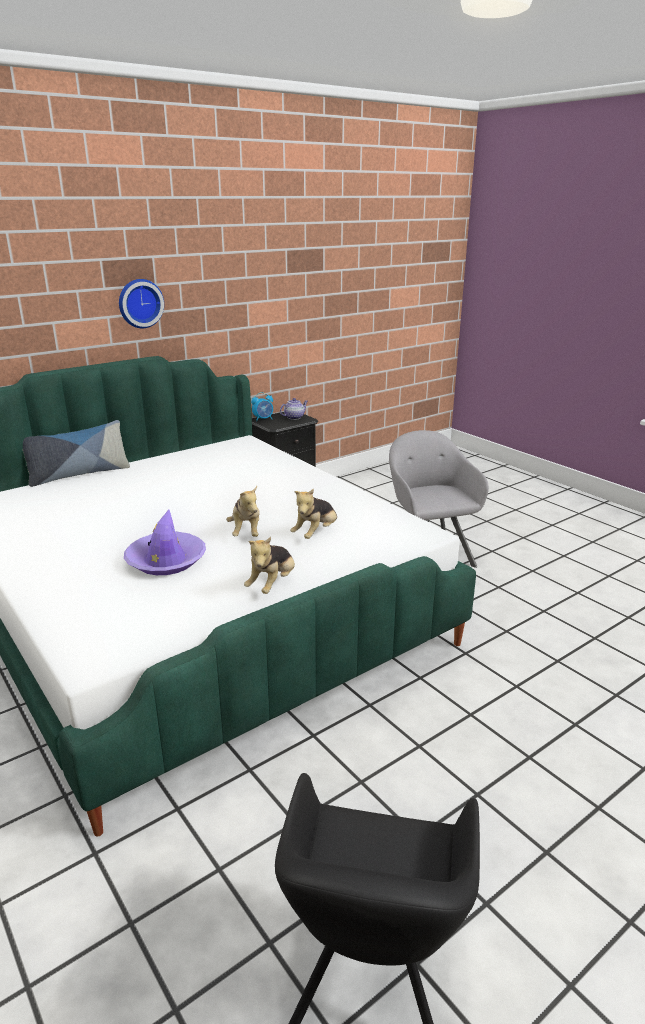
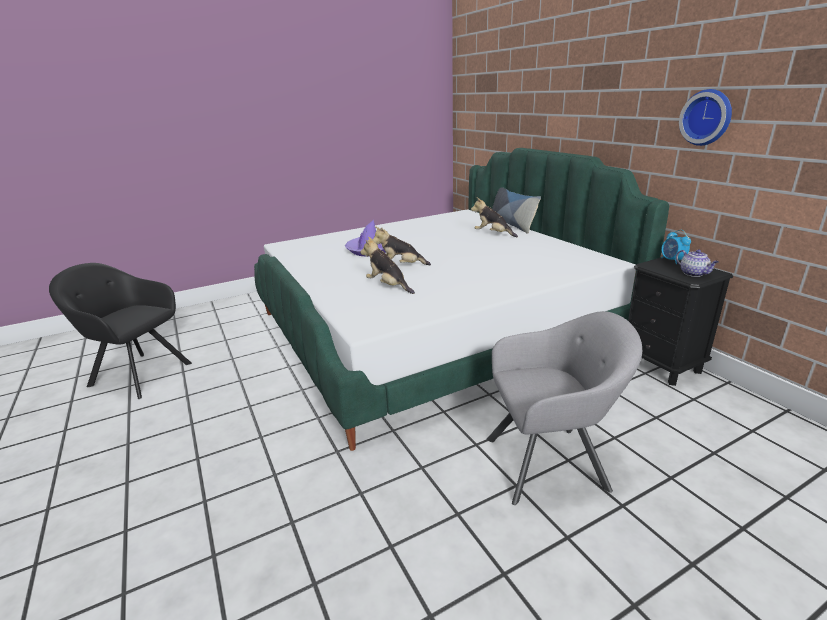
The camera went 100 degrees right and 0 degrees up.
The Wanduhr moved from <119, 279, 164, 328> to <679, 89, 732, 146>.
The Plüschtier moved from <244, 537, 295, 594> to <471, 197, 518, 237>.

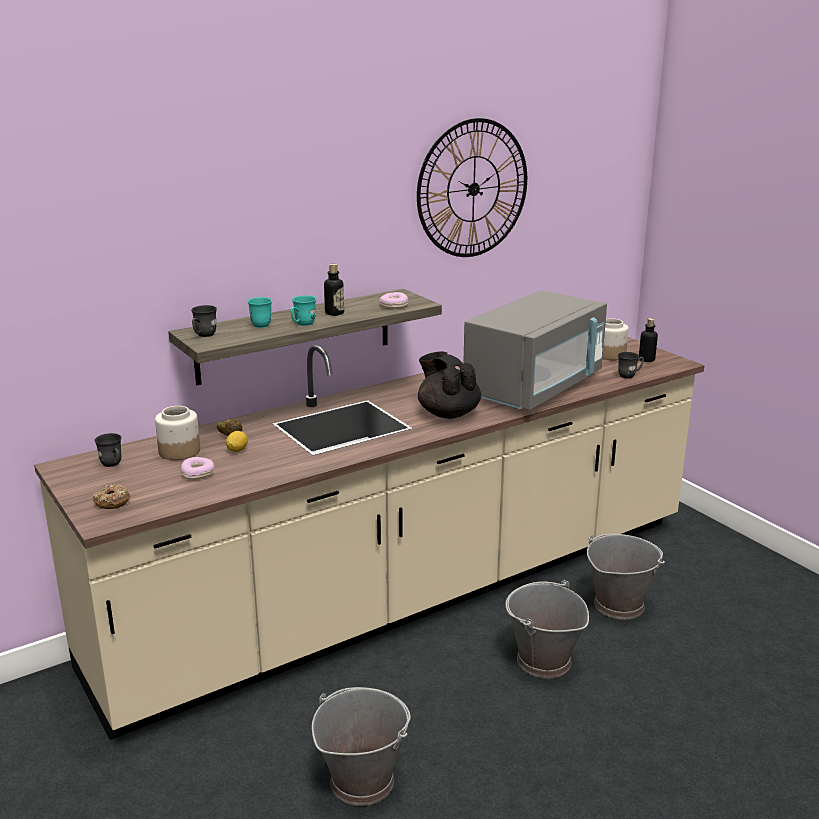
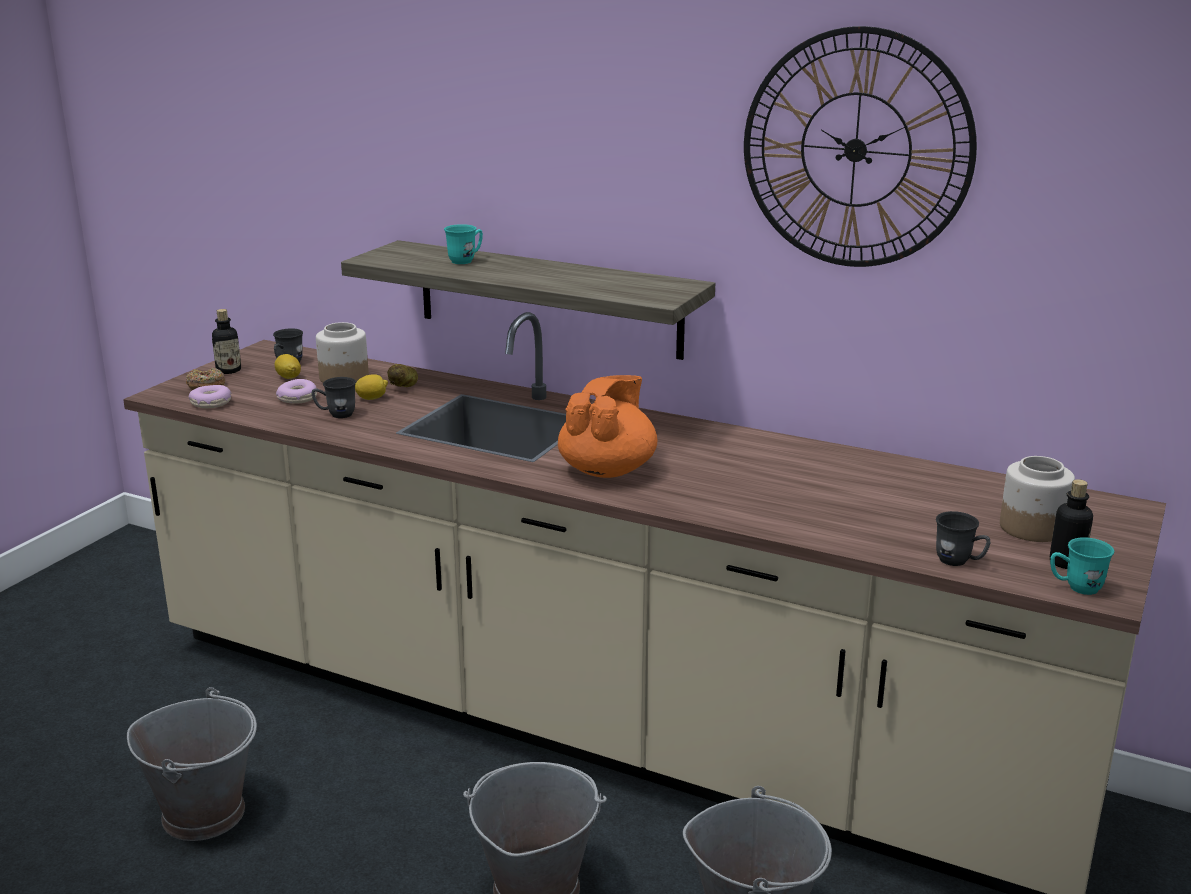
The camera went 60 degrees right and 0 degrees up.
The Flasche moved from <324, 264, 344, 316> to <212, 309, 241, 374>.
The Mikrowelle [grau] at <463, 290, 607, 410> disappeared.
The Donut moved from <379, 292, 408, 309> to <189, 385, 232, 408>.
The Henkelbecher [türkis] moved from <290, 295, 317, 326> to <1050, 537, 1114, 595>.
The Henkelbecher [grau] moved from <191, 305, 217, 337> to <311, 377, 356, 418>.
The Teekanne [schwarz] at <418, 351, 481, 419> became the Teekanne [orange] at <558, 375, 657, 478>.
The Zitrone at <275, 354, 301, 379> appeared.

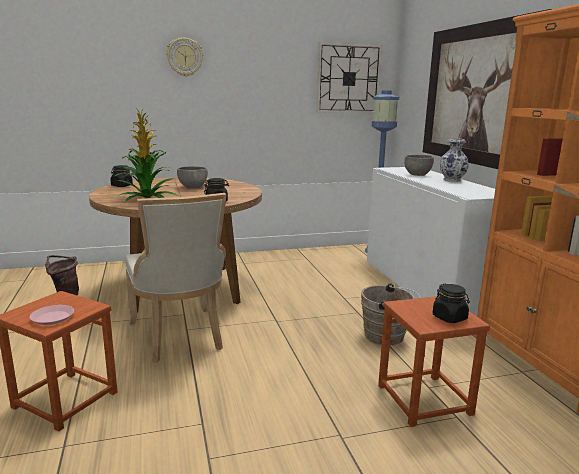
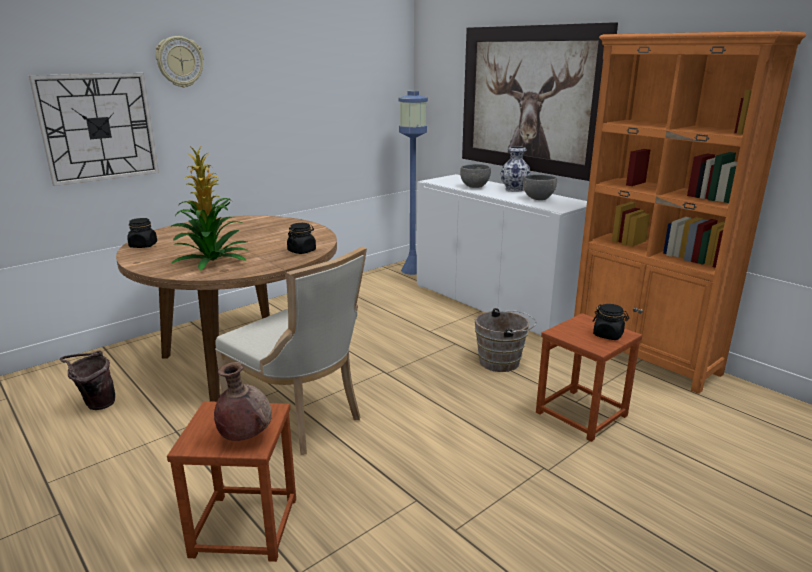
The camera went 25 degrees left and 5 degrees up.
The Wanduhr moved from <316, 42, 382, 113> to <29, 73, 159, 186>.
The Schüssel [grau] moved from <177, 166, 208, 189> to <523, 174, 557, 200>.
The Teller [rosa] at <30, 305, 74, 325> was replaced by the Vase [braun] at <214, 362, 272, 441>.

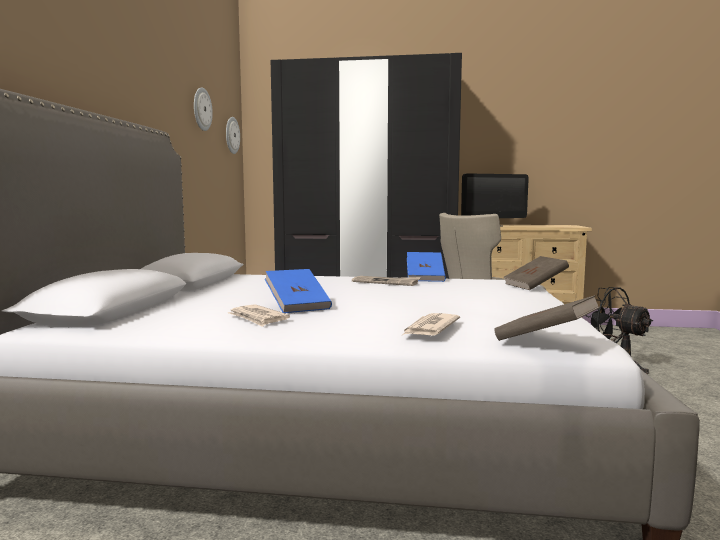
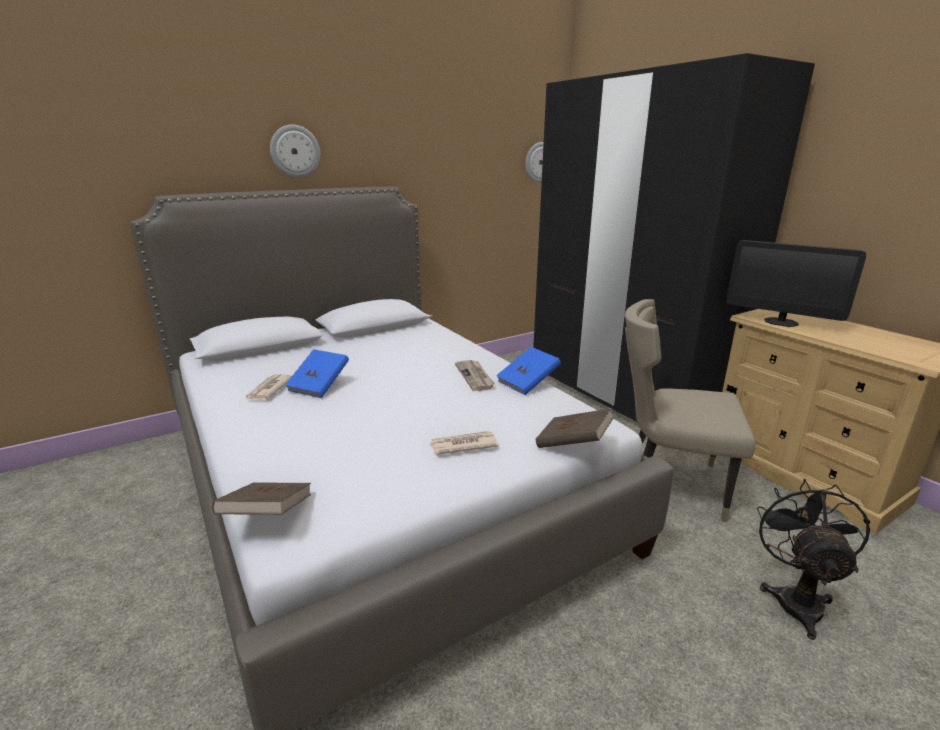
The camera went 50 degrees right and 15 degrees up.
The Wanduhr moved from <194, 87, 213, 131> to <270, 124, 320, 178>.
The Zeitung moved from <403, 313, 460, 336> to <430, 431, 499, 455>.

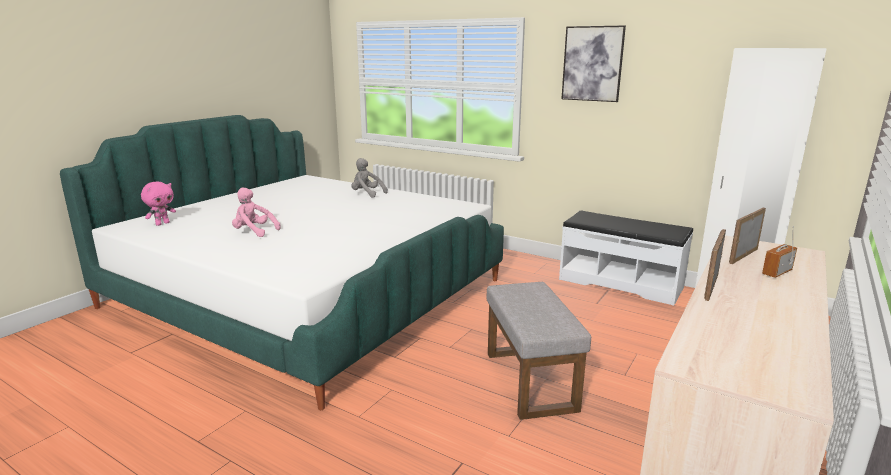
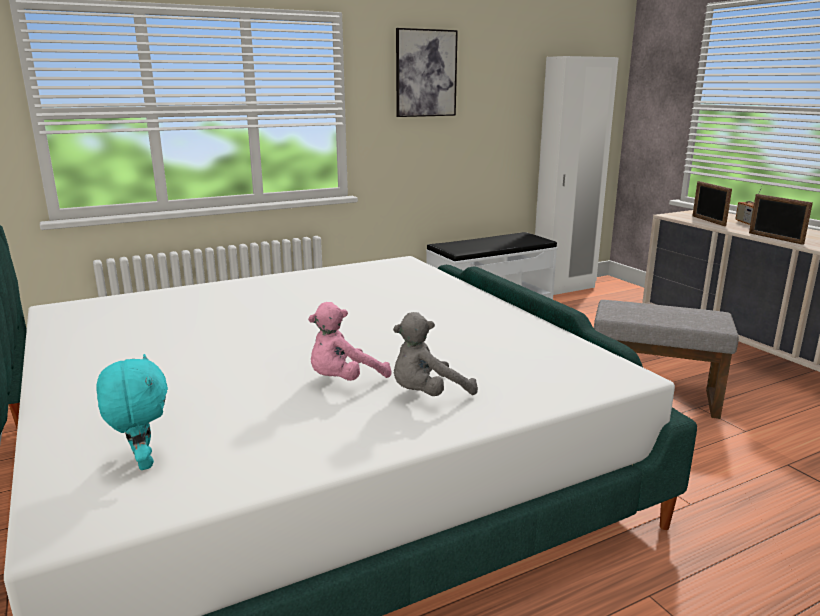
The camera went 60 degrees left and 0 degrees up.
The Plüschtier [grau] moved from <351, 158, 388, 198> to <393, 312, 478, 396>.
The Plüschtier [rosa] at <141, 181, 176, 226> became the Plüschtier [türkis] at <96, 354, 168, 470>.

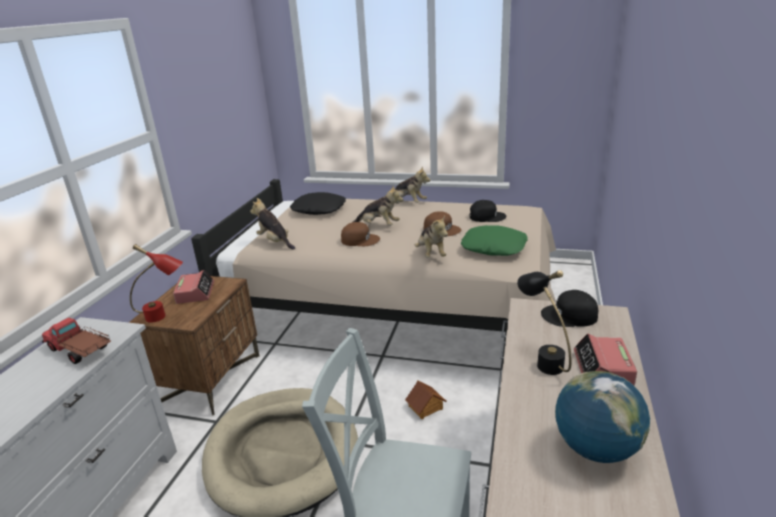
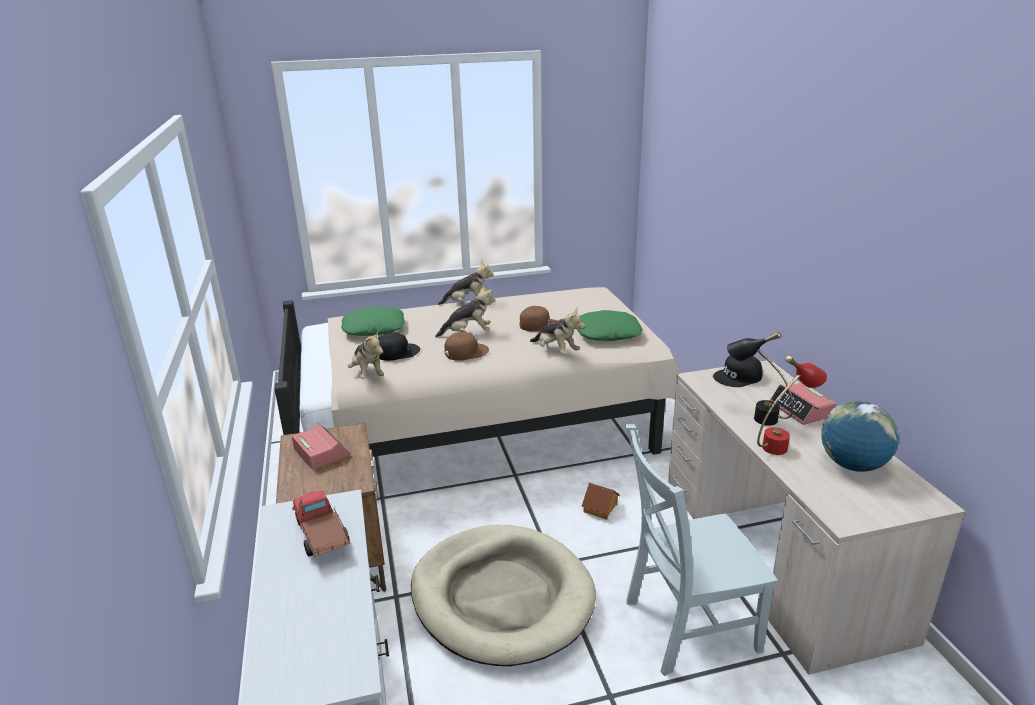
The camera went 30 degrees left and 0 degrees up.
The Kissen [schwarz] at <290, 192, 346, 215> became the Kissen [grün] at <341, 306, 405, 336>.
The Plüschtier at <250, 198, 295, 250> turned 135 degrees counterclockwise.
The Kappe [schwarz] moved from <470, 200, 507, 222> to <378, 332, 420, 361>.
The Tischlampe [rot] moved from <130, 244, 183, 323> to <757, 356, 827, 455>.
The Spielzeuglaster at <42, 317, 111, 364> turned 60 degrees clockwise.

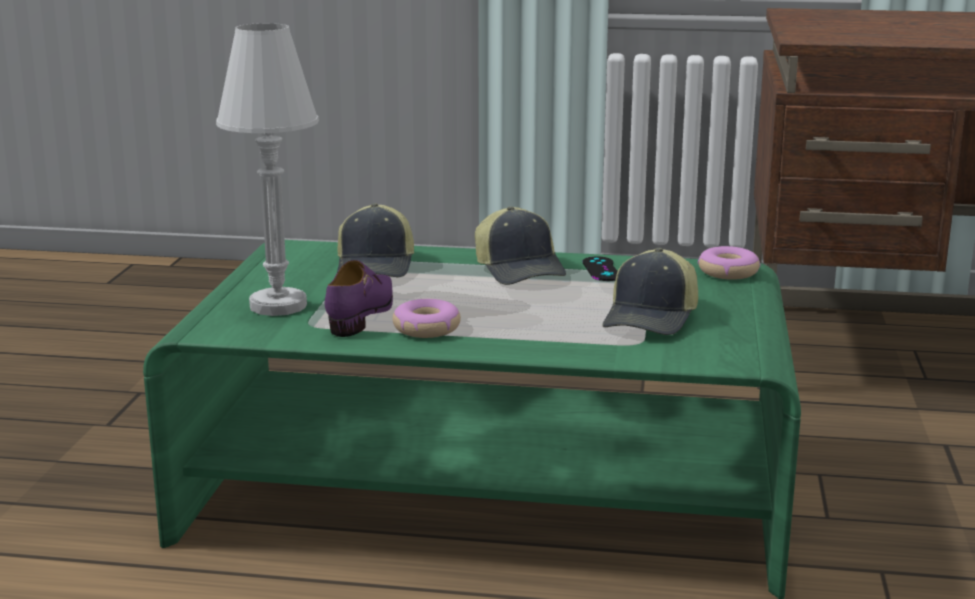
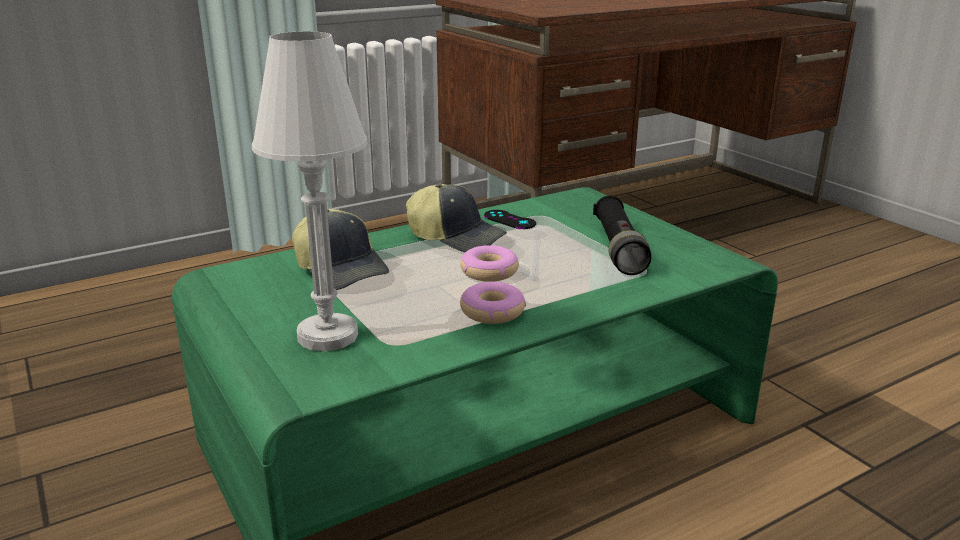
The camera went 40 degrees left and 5 degrees up.
The Donut moved from <698, 246, 760, 279> to <460, 245, 519, 282>.
The Kappe at <602, 248, 698, 335> was replaced by the Taschenlampe [schwarz] at <593, 195, 651, 275>.
The Schuh [lila] at <325, 260, 393, 337> disappeared.

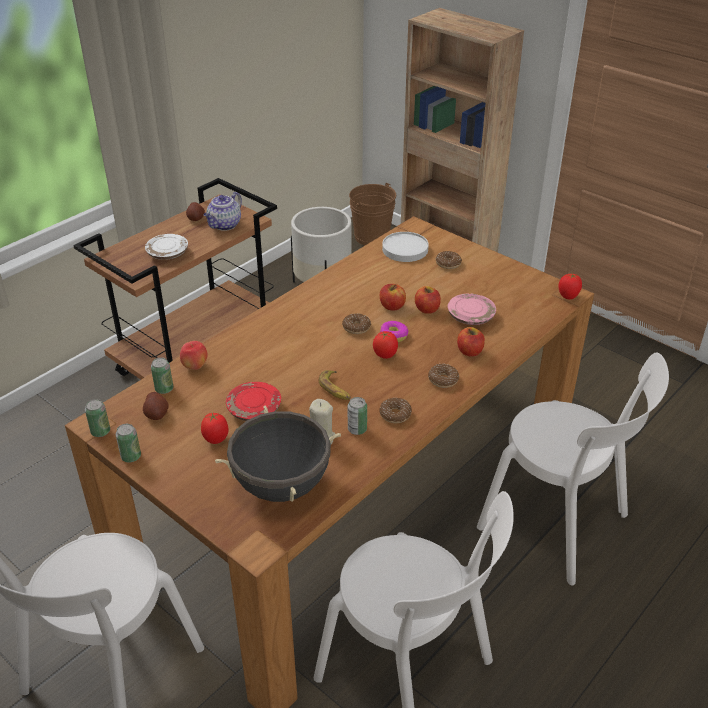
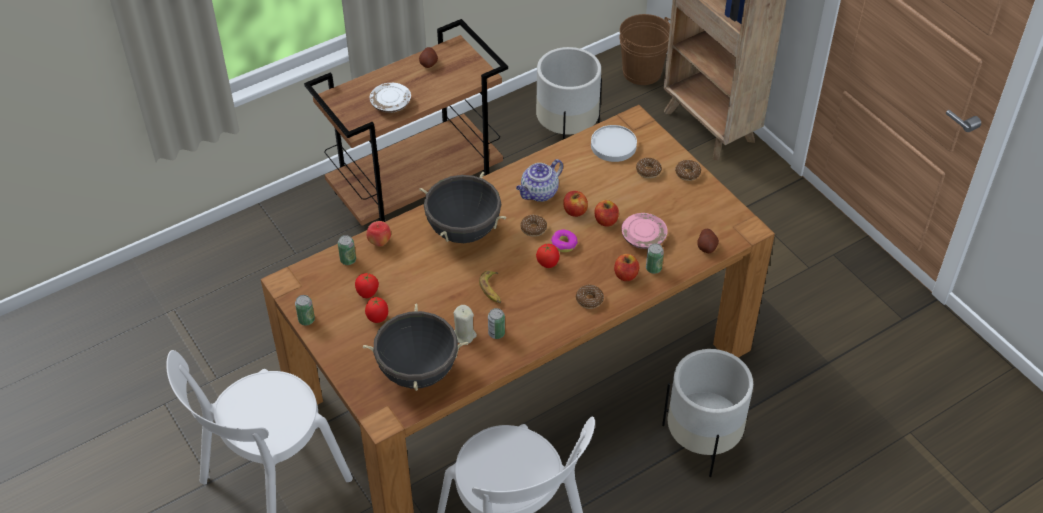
The camera went 15 degrees right and 10 degrees up.
The Teekanne moved from <204, 192, 242, 231> to <516, 159, 563, 202>.
The Tomate moved from <558, 274, 582, 299> to <355, 273, 379, 298>.
The Stuhl [weiß] at <477, 352, 669, 586> was replaced by the Pflanzkübel [weiß] at <662, 349, 753, 477>.
The Teller [rot] at <226, 382, 281, 421> disappeared.
The Kartoffel moved from <143, 392, 169, 420> to <697, 229, 719, 253>.
The Donut moved from <379, 398, 412, 423> to <675, 160, 701, 181>.
The Dose moved from <85, 399, 110, 437> to <646, 243, 664, 274>.
The Kochtopf [schwarz] at <419, 172, 506, 243> appeared.

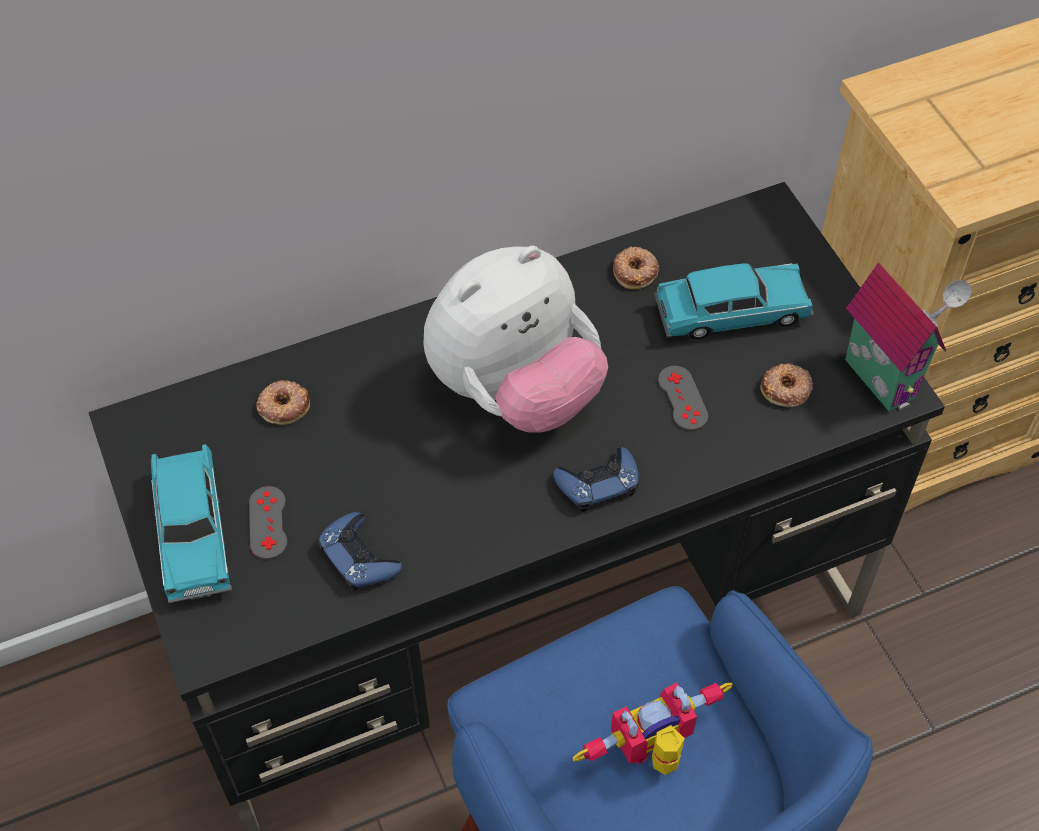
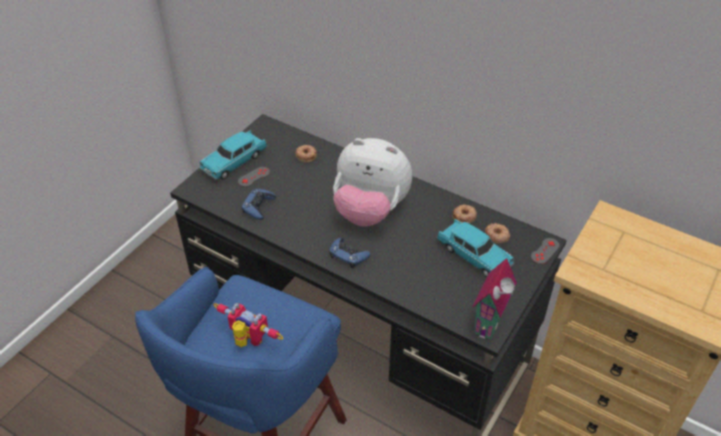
The camera went 55 degrees right and 10 degrees down.
The Donut moved from <760, 363, 813, 407> to <485, 223, 510, 243>.
The Gamepad [grau] moved from <658, 366, 708, 430> to <531, 238, 560, 264>.

